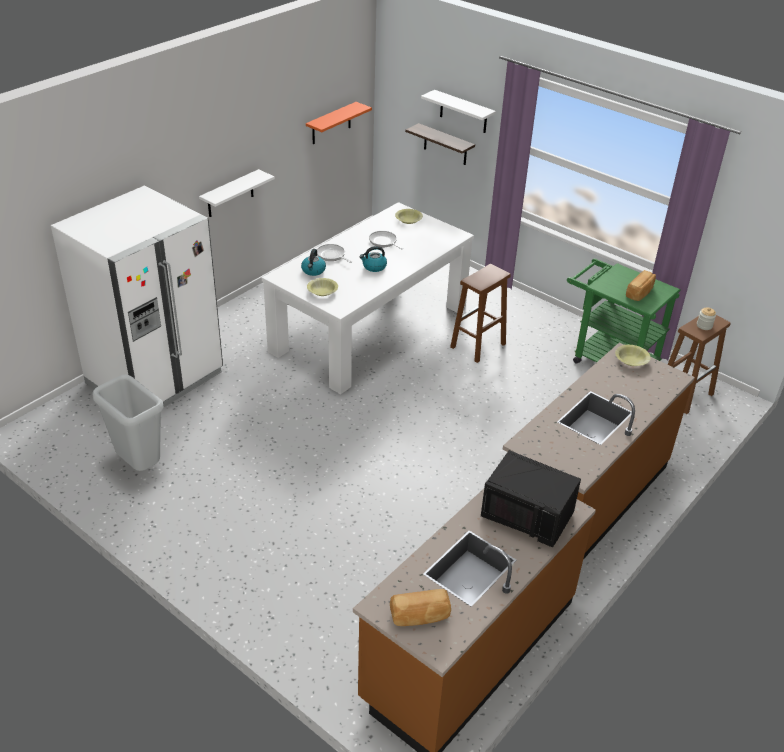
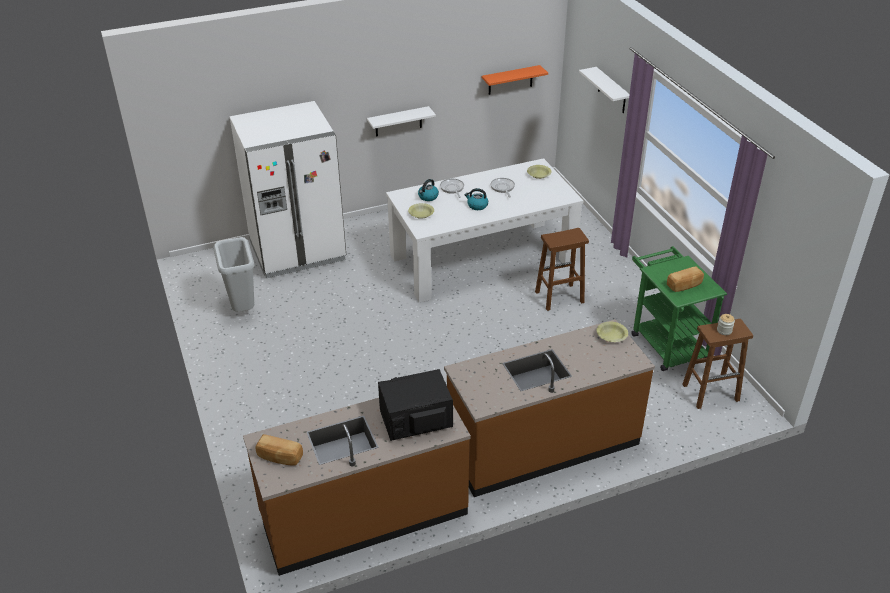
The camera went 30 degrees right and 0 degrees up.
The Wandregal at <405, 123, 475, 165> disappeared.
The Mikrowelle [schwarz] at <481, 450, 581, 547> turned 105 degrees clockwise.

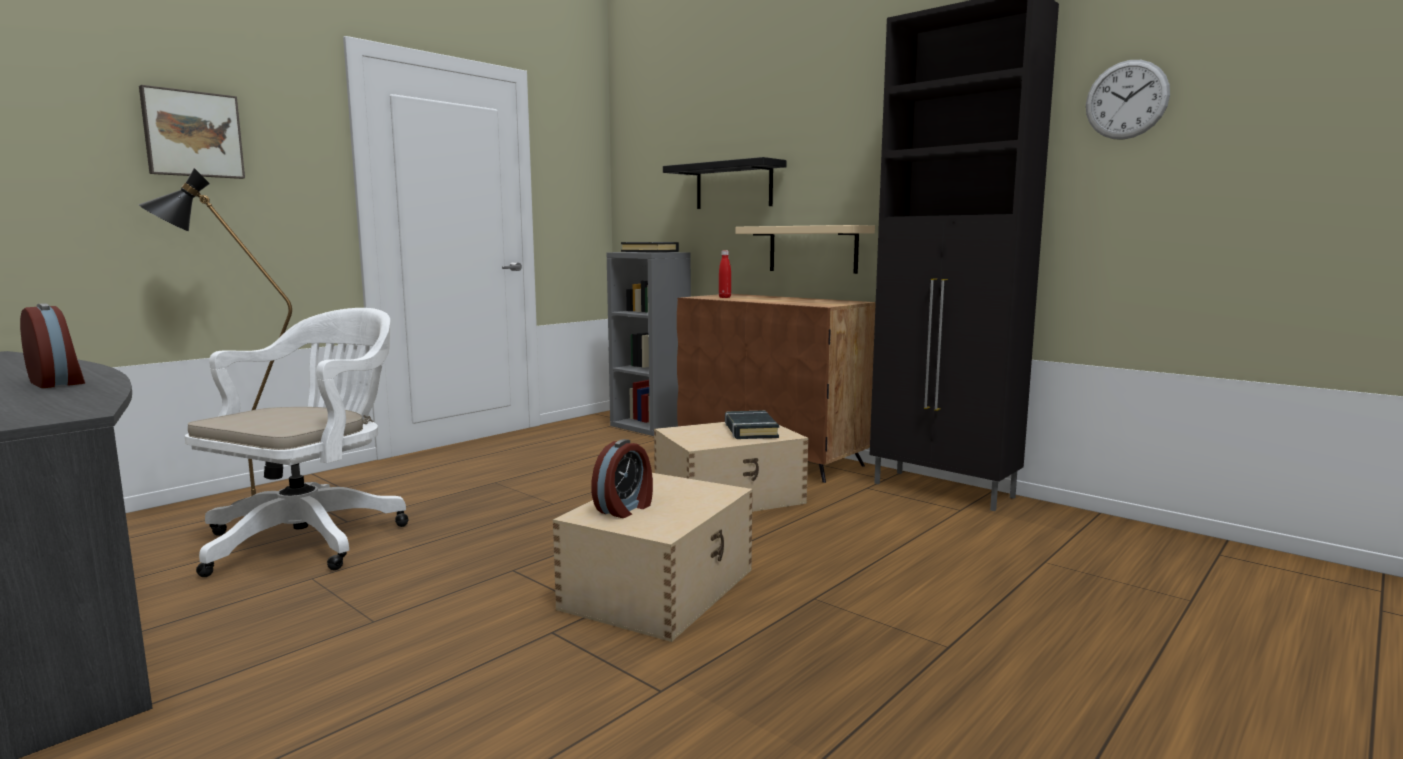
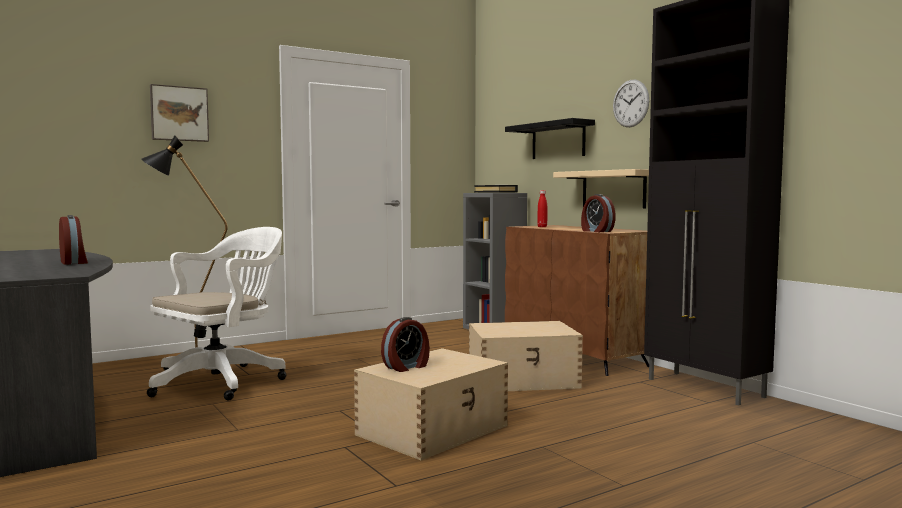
The camera went 15 degrees right and 5 degrees down.
The Wanduhr moved from <1086, 60, 1170, 140> to <613, 80, 649, 127>.
The Buch [schwarz] at <725, 410, 779, 439> disappeared.
The Wecker at <581, 194, 615, 232> appeared.

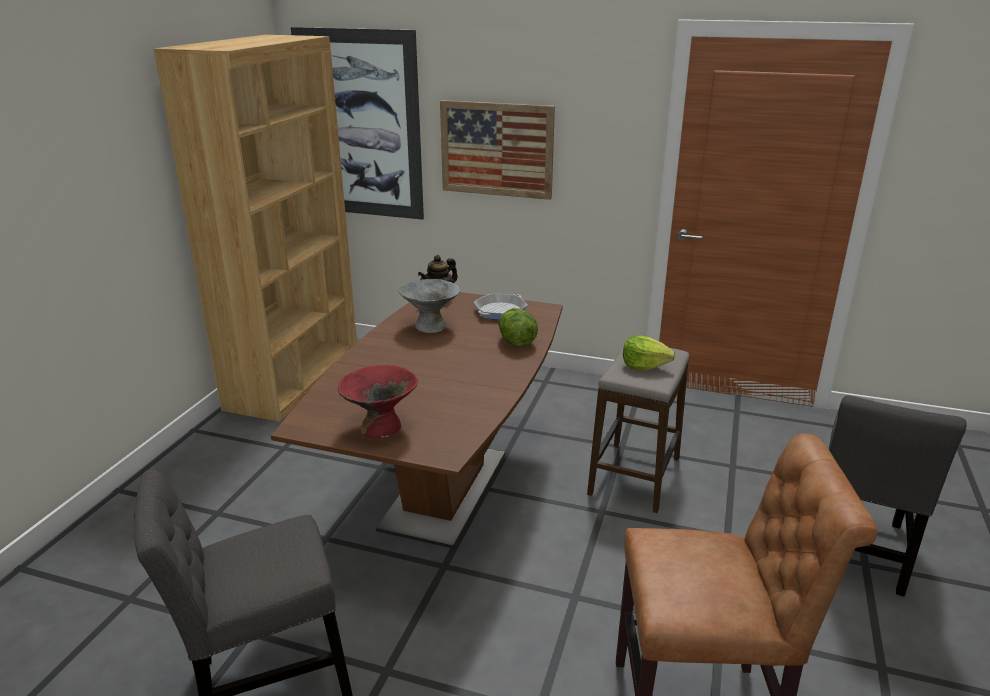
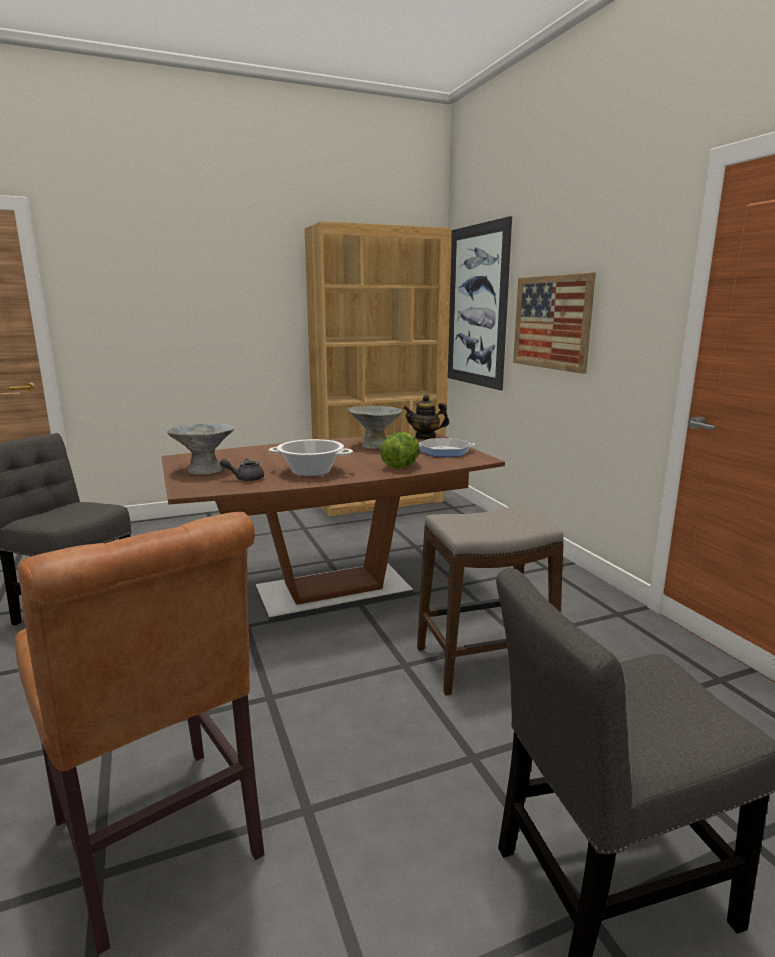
The camera went 50 degrees right and 10 degrees down.
The Salatkopf at <623, 335, 675, 370> disappeared.
The Schüssel [rot] at <338, 365, 418, 438> became the Schüssel [grau] at <167, 423, 235, 475>.
The Kochtopf at <269, 439, 353, 477> appeared.
The Teekanne [grau] at <220, 458, 264, 481> appeared.

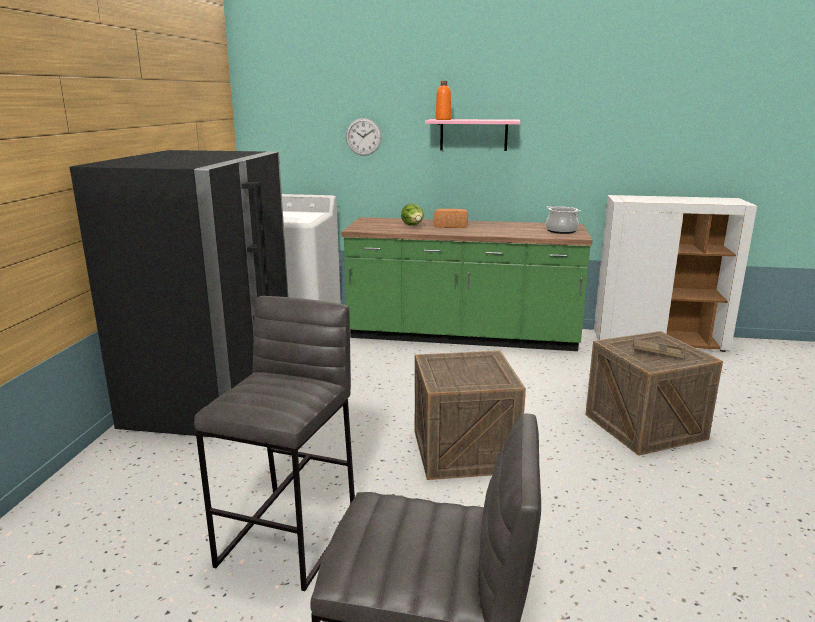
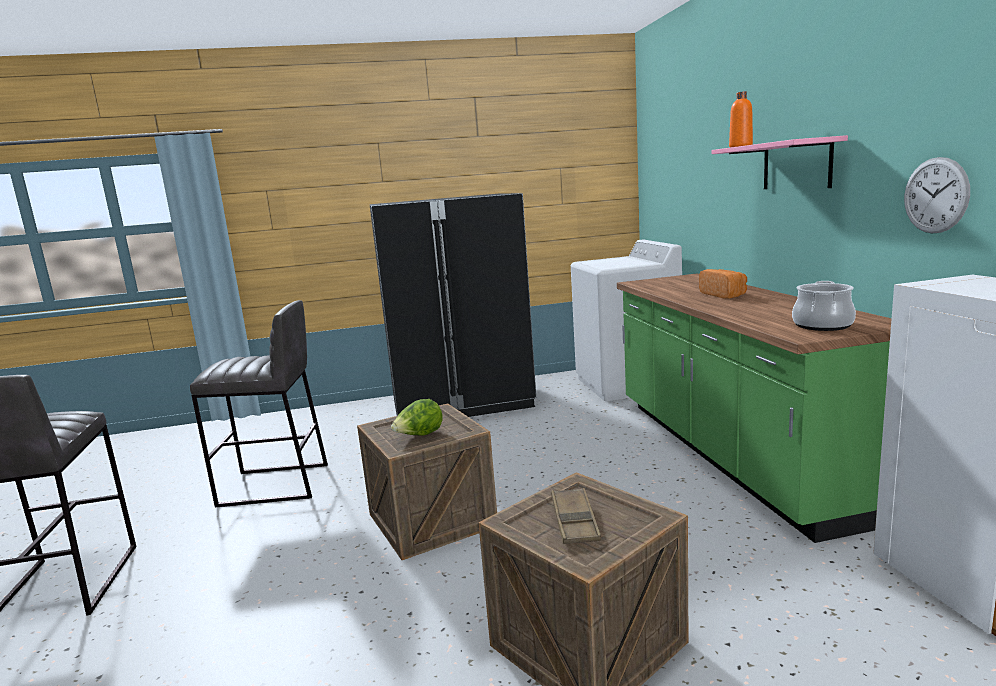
The camera went 70 degrees right and 5 degrees down.
The Wanduhr moved from <346, 118, 382, 156> to <904, 157, 970, 234>.
The Salatkopf moved from <401, 204, 424, 226> to <391, 399, 443, 436>.

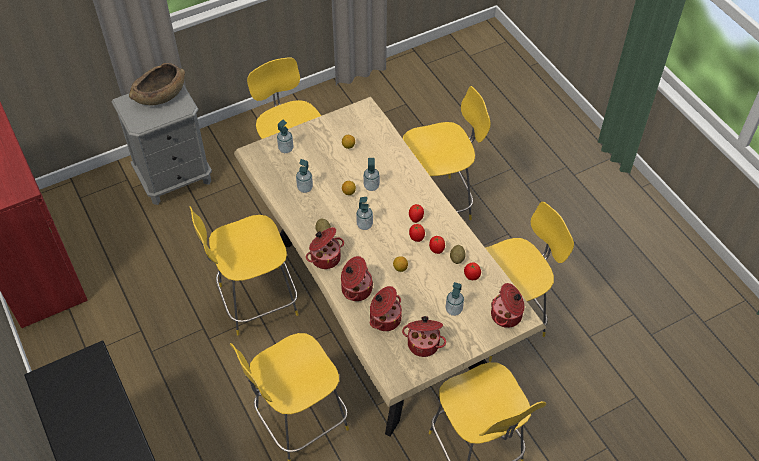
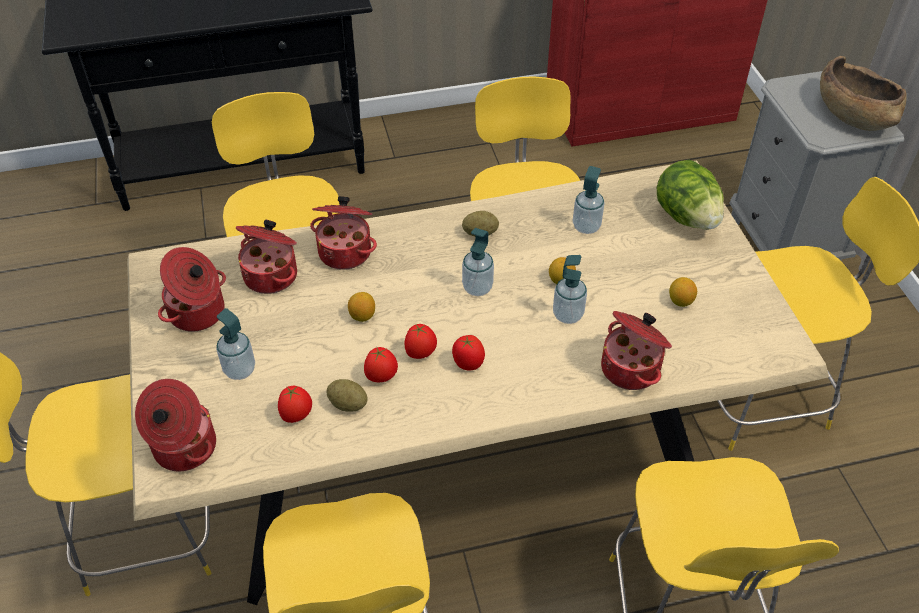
The camera went 105 degrees right and 5 degrees down.
The Seifenspender at <277, 120, 294, 153> was replaced by the Salatkopf at <657, 160, 724, 230>.
The Kochtopf moved from <306, 227, 344, 269> to <601, 311, 672, 390>.

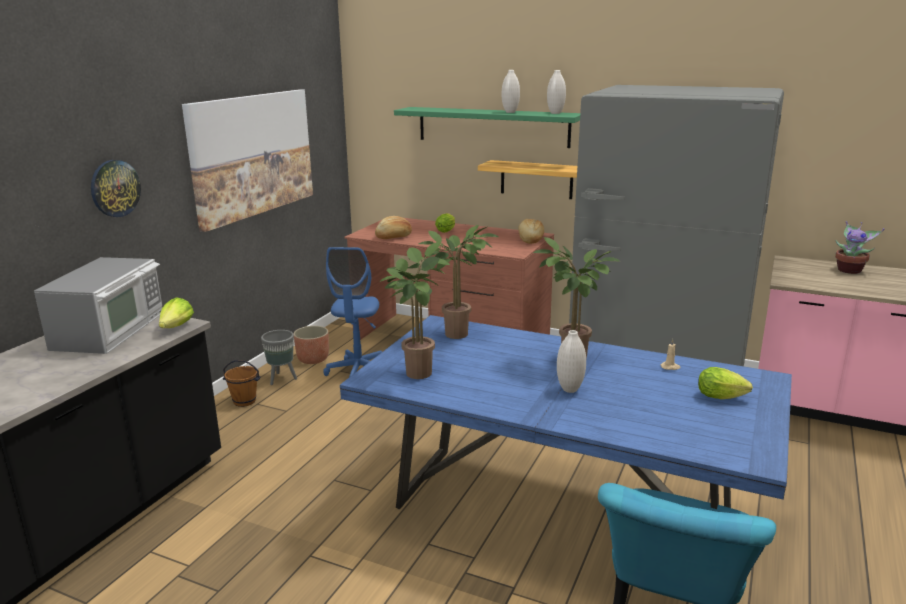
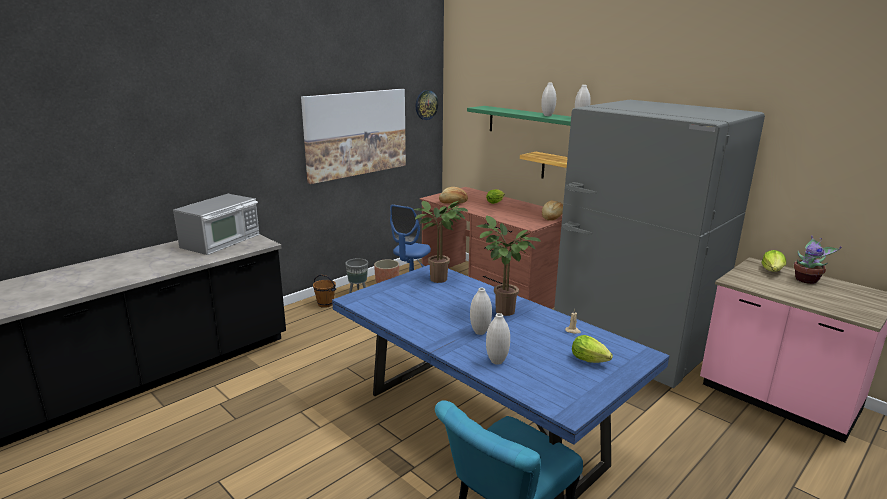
The camera went 20 degrees right and 0 degrees up.
The Wanduhr moved from <91, 160, 141, 217> to <416, 90, 438, 120>.
The Topfpflanze at <379, 242, 450, 379> disappeared.
The Salatkopf moved from <159, 298, 194, 328> to <761, 250, 786, 272>.
The Vase [weiß] at <486, 313, 510, 365> appeared.

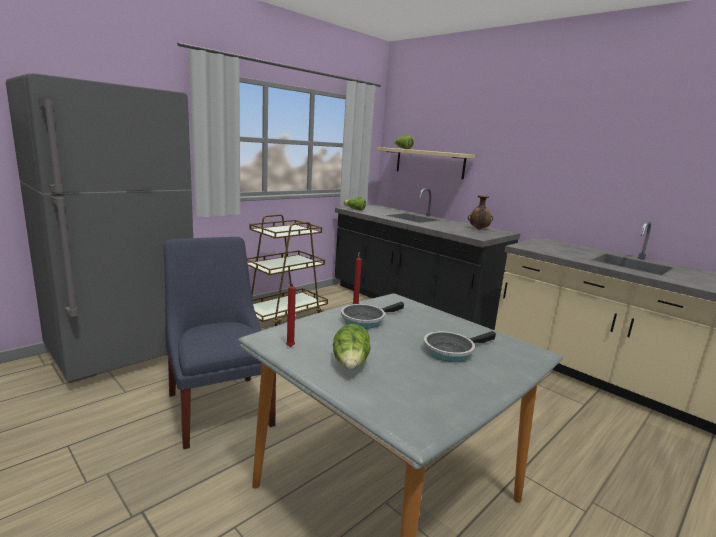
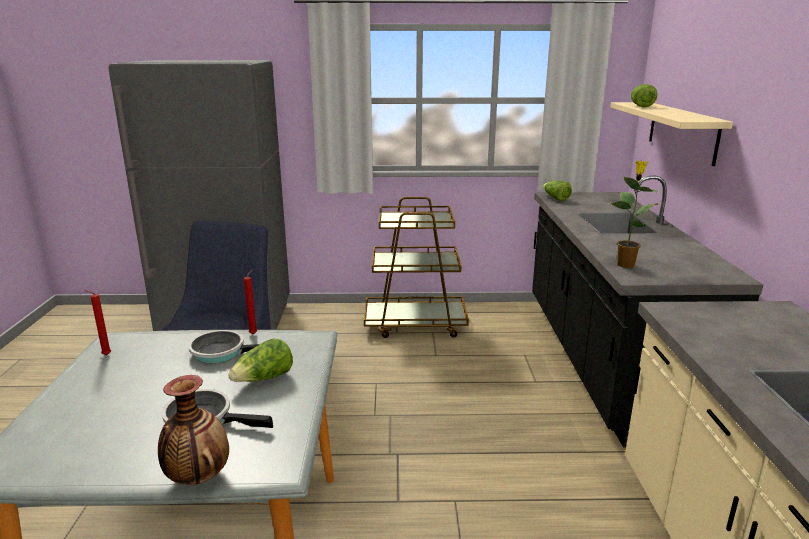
The camera went 45 degrees right and 5 degrees up.
The Vase moved from <468, 195, 493, 230> to <158, 375, 229, 485>.
The Salatkopf moved from <333, 324, 370, 370> to <228, 339, 293, 382>.
The Topfpflanze at <609, 160, 658, 268> appeared.

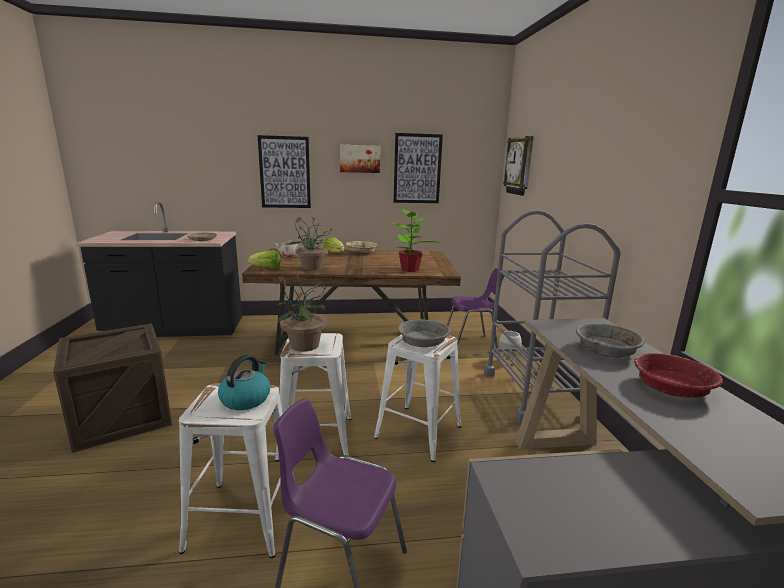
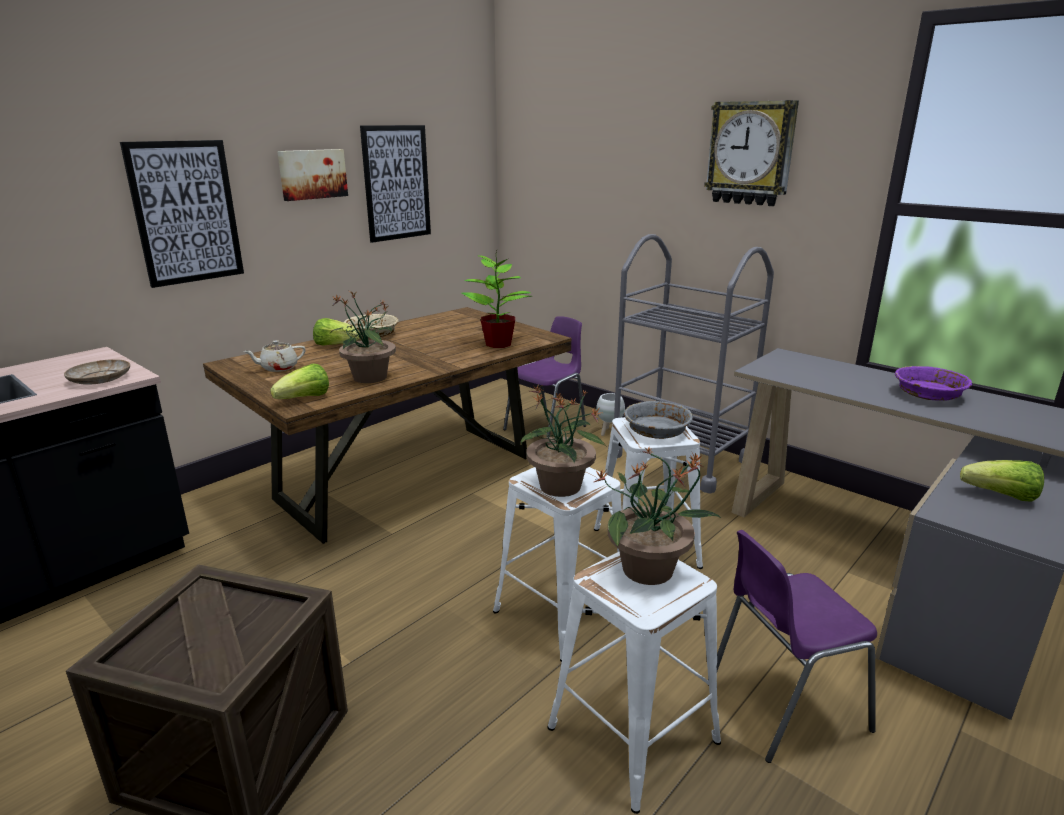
The camera went 40 degrees left and 5 degrees up.
The Wanduhr moved from <503, 136, 534, 196> to <704, 100, 799, 206>.
The Schüssel [grau] at <576, 323, 645, 357> disappeared.
The Schüssel [rot] at <634, 353, 723, 398> became the Schüssel [lila] at <895, 366, 972, 401>.
The Wasserkessel at <218, 355, 270, 410> was replaced by the Topfpflanze at <594, 446, 722, 585>.
The Salatkopf at <960, 460, 1044, 502> appeared.

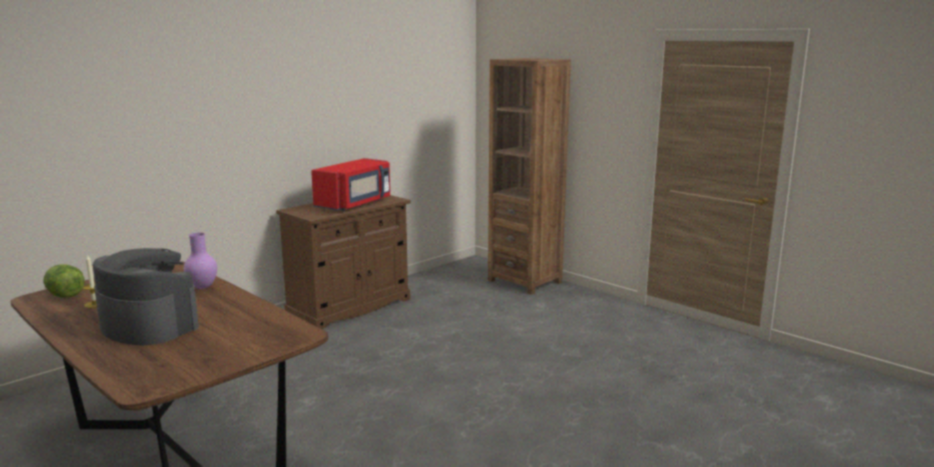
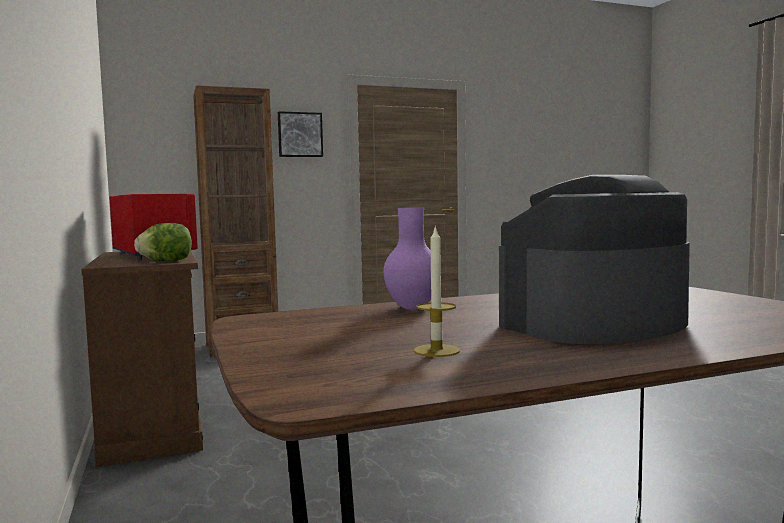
The camera went 65 degrees left and 10 degrees down.
The Salatkopf moved from <43, 264, 85, 298> to <134, 223, 192, 262>.
The Bild at <278, 111, 323, 157> appeared.

